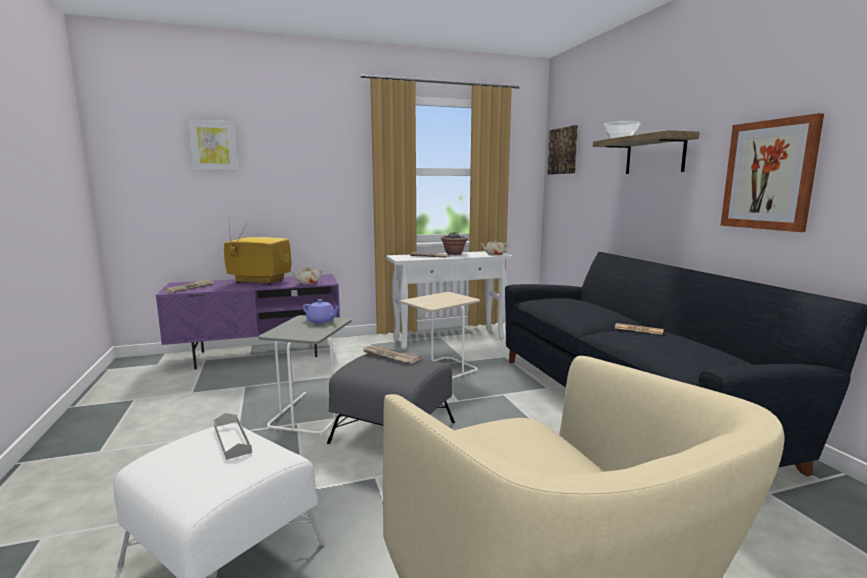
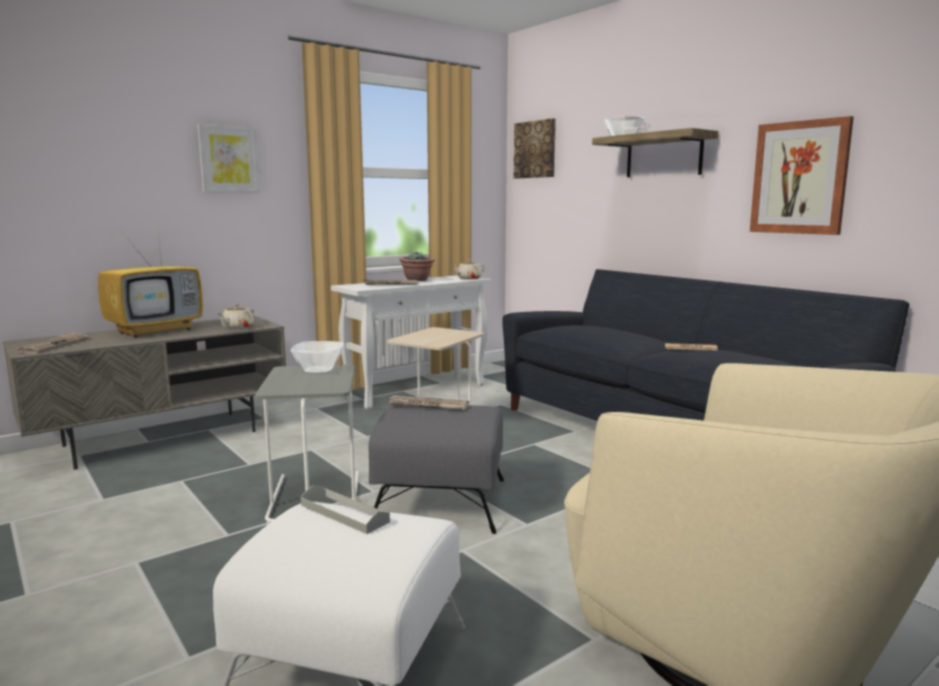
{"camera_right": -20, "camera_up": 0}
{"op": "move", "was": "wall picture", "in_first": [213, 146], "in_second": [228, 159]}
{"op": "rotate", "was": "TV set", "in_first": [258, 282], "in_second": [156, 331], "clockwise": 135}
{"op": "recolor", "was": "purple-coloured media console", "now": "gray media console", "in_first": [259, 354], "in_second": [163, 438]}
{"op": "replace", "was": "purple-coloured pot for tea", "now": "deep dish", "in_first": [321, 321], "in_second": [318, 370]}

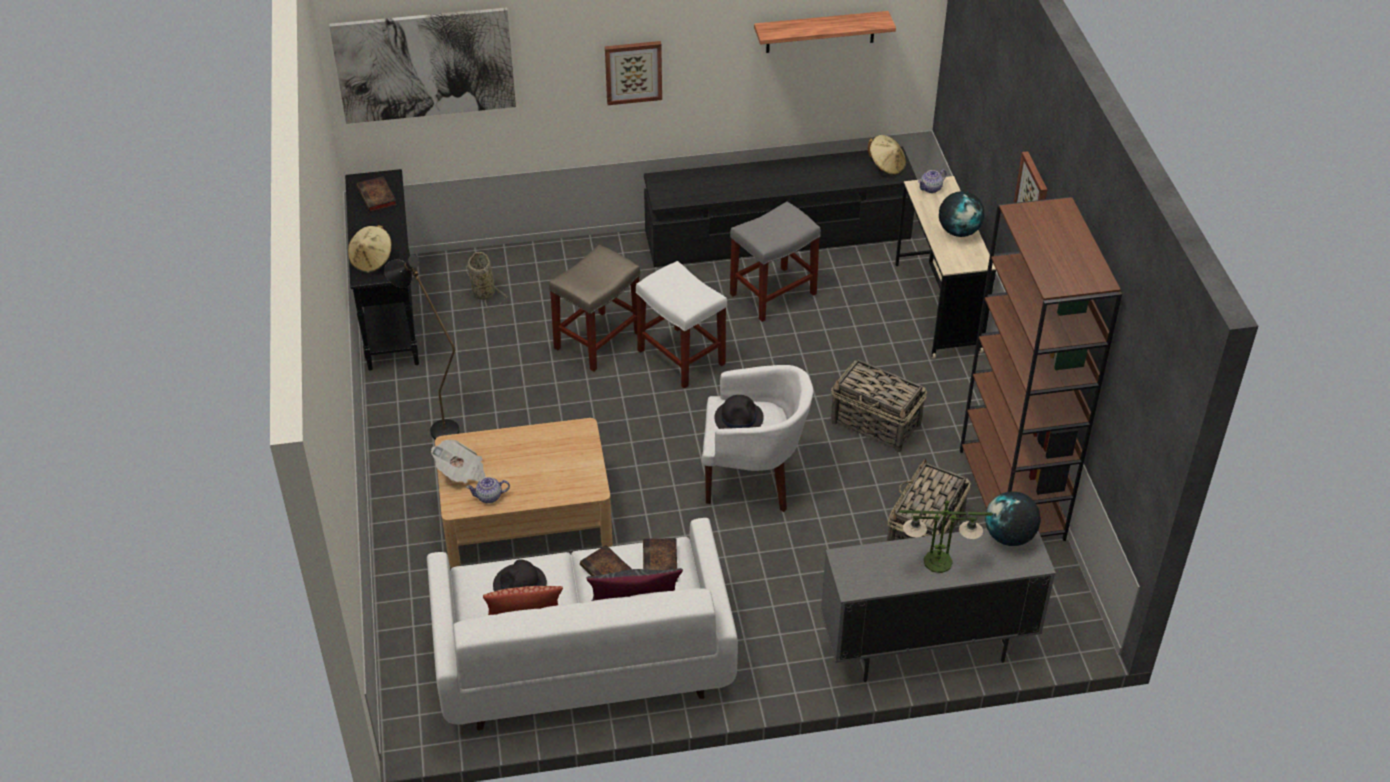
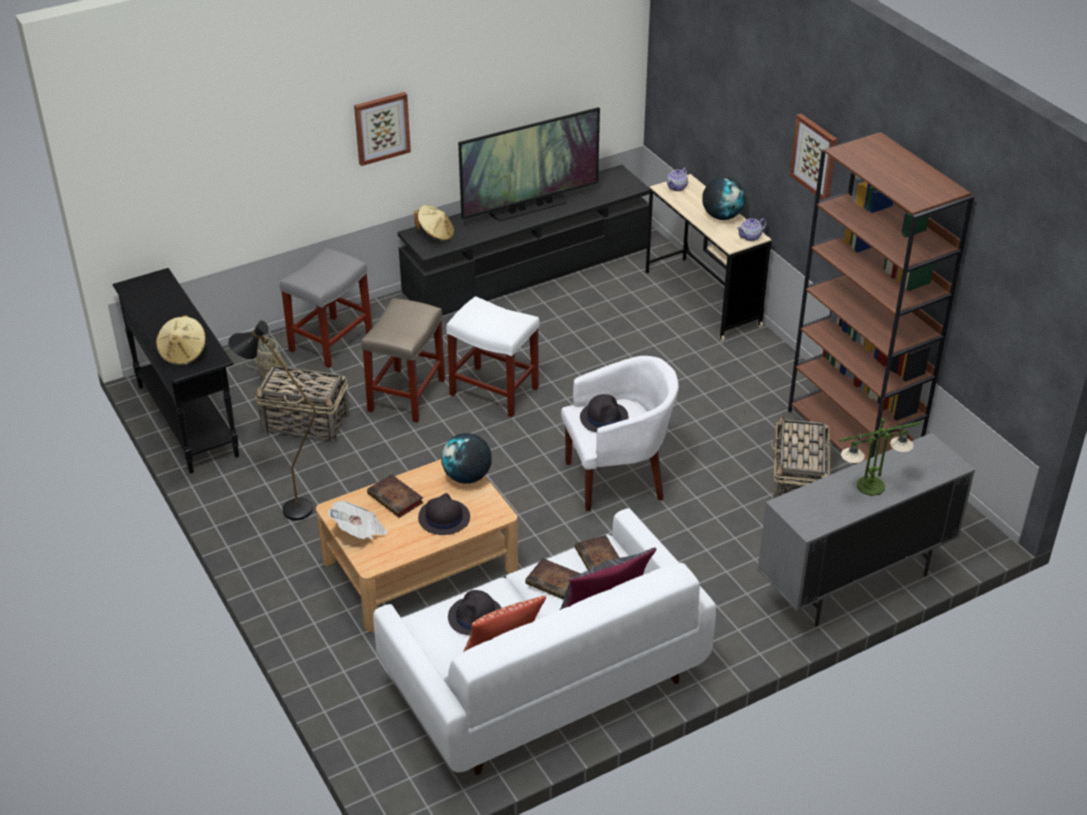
{"camera_right": -20, "camera_up": -5}
{"op": "delete", "was": "wall picture", "in_first": [425, 65]}
{"op": "delete", "was": "shelf", "in_first": [820, 32]}
{"op": "move", "was": "beige wearable hat", "in_first": [886, 166], "in_second": [436, 235]}
{"op": "move", "was": "bound book", "in_first": [377, 197], "in_second": [396, 499]}
{"op": "move", "was": "gray stool", "in_first": [772, 294], "in_second": [330, 342]}
{"op": "move", "was": "household basket", "in_first": [876, 424], "in_second": [306, 423]}
{"op": "move", "was": "pot for tea", "in_first": [489, 497], "in_second": [750, 237]}
{"op": "move", "was": "globe", "in_first": [1009, 536], "in_second": [467, 477]}
{"op": "insert", "now": "TV set", "in_second": [529, 208]}
{"op": "insert", "now": "blackish wearable hat", "in_second": [443, 518]}

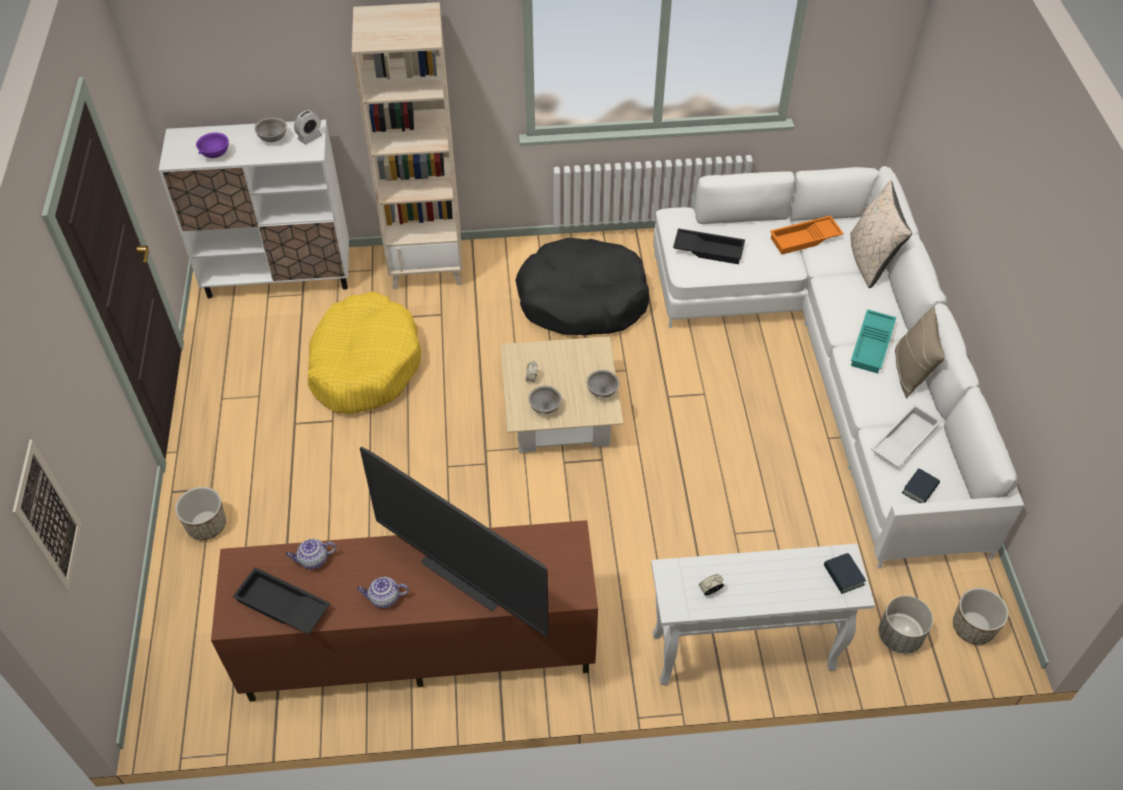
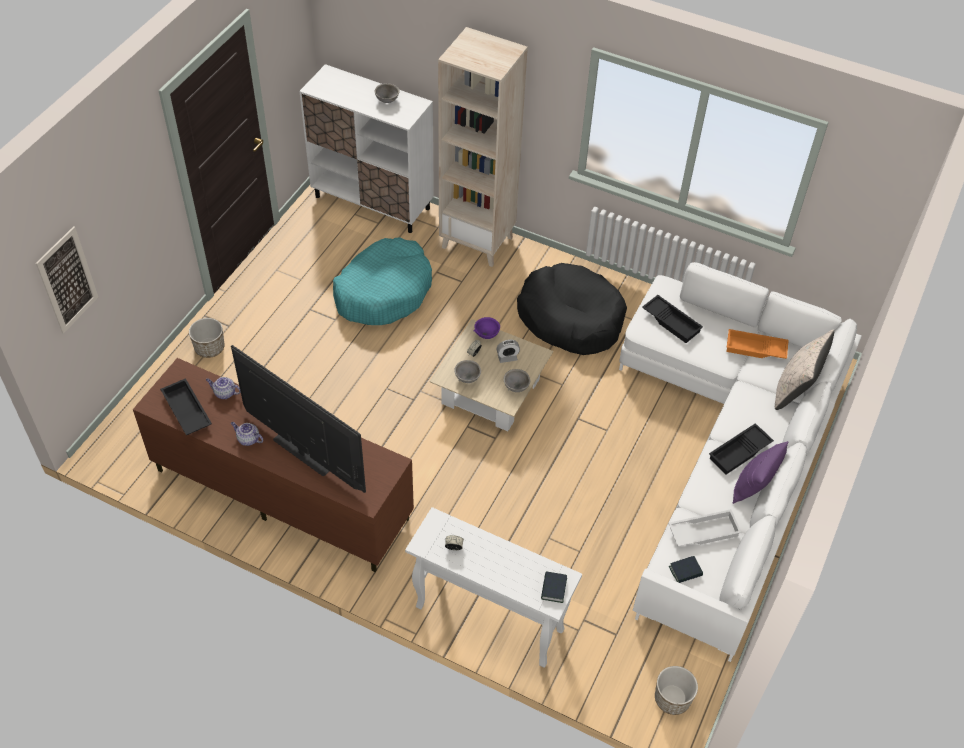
{"camera_right": 30, "camera_up": 0}
{"op": "move", "was": "bedside clock", "in_first": [310, 137], "in_second": [507, 357]}
{"op": "move", "was": "purple-coloured deep dish", "in_first": [215, 154], "in_second": [486, 334]}
{"op": "recolor", "was": "yellowish dog cushion", "now": "turquoise dog cushion", "in_first": [364, 364], "in_second": [383, 291]}
{"op": "recolor", "was": "beige cushion", "now": "purple-coloured cushion", "in_first": [910, 372], "in_second": [753, 486]}
{"op": "recolor", "was": "turquoise carrying tray", "now": "blackish carrying tray", "in_first": [872, 345], "in_second": [740, 453]}
{"op": "rotate", "was": "TV set", "in_first": [461, 580], "in_second": [302, 454], "clockwise": 150}
{"op": "delete", "was": "gray planter", "in_first": [899, 636]}

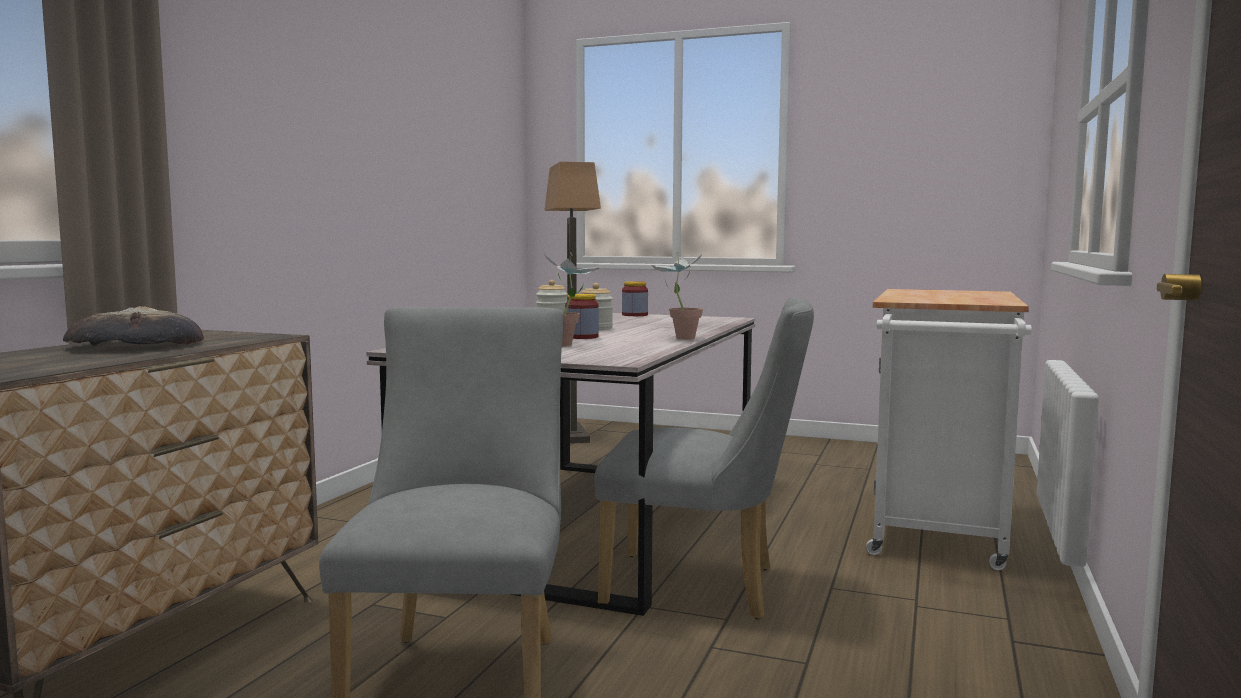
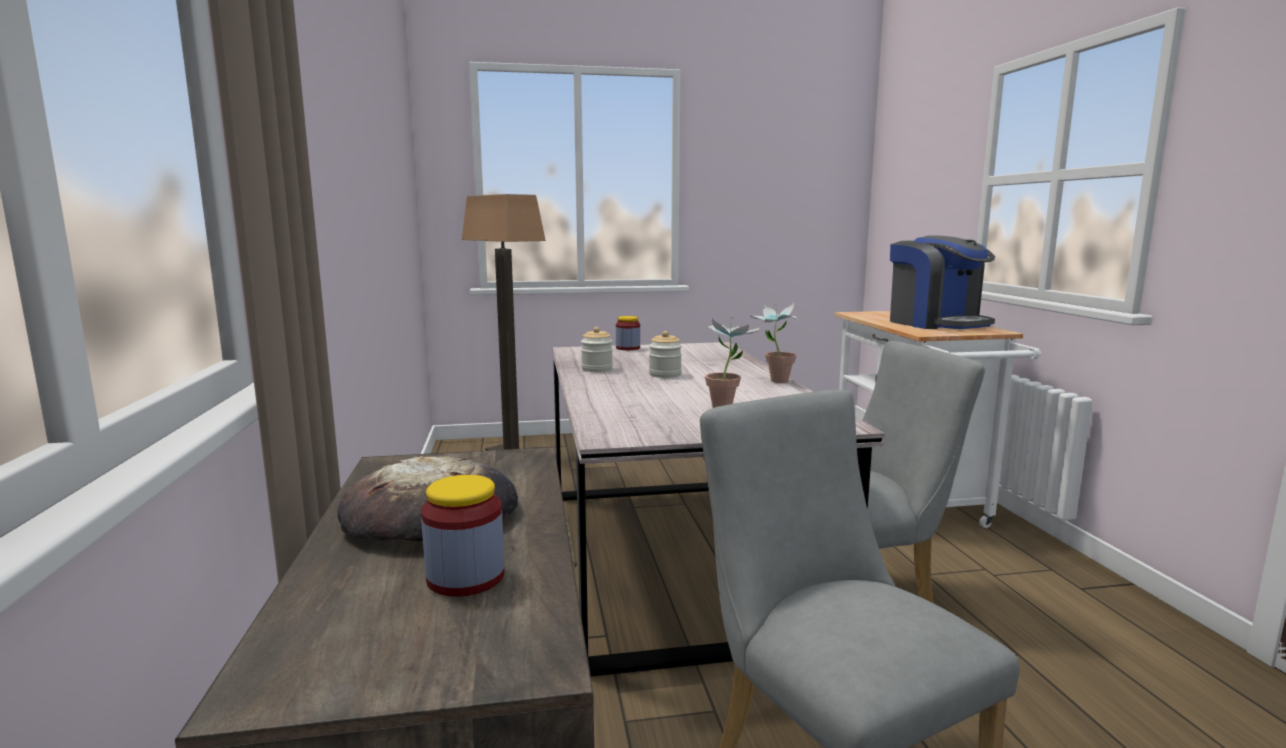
{"camera_right": -30, "camera_up": 5}
{"op": "move", "was": "preserve jar", "in_first": [581, 337], "in_second": [465, 577]}
{"op": "insert", "now": "coffee machine", "in_second": [936, 323]}

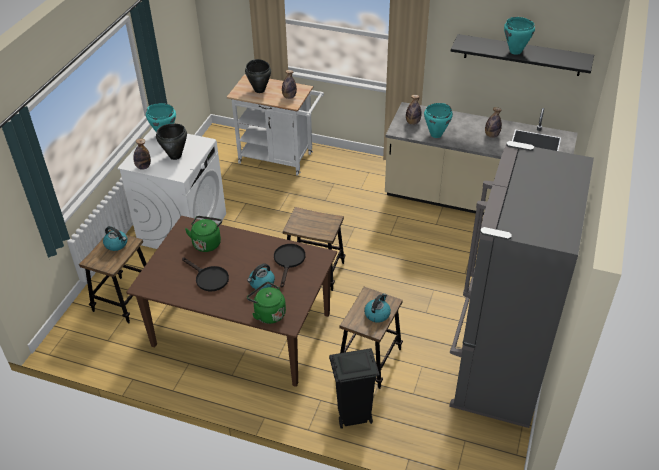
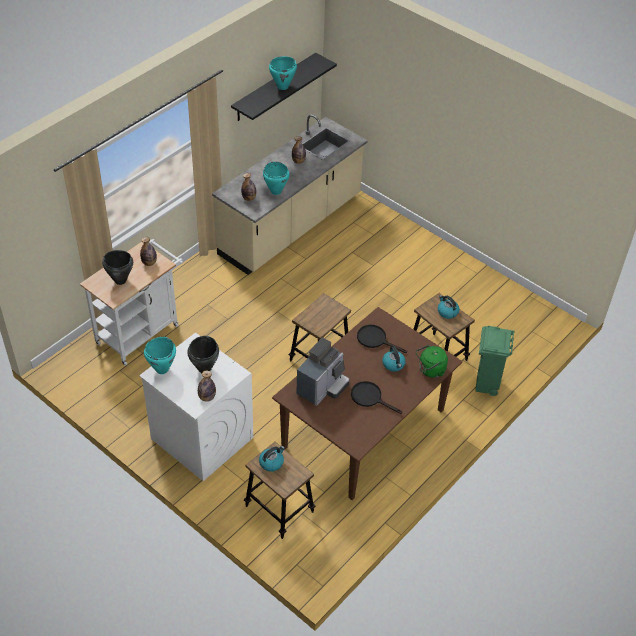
{"camera_right": -70, "camera_up": 5}
{"op": "delete", "was": "gray kitchen fridge", "in_first": [496, 369]}
{"op": "replace", "was": "green-coloured water kettle", "now": "coffee machine", "in_first": [207, 243], "in_second": [322, 387]}
{"op": "rotate", "was": "blackish skillet", "in_first": [208, 278], "in_second": [370, 397], "clockwise": -120}
{"op": "recolor", "was": "blackish rubbish bin", "now": "green-coloured rubbish bin", "in_first": [353, 416], "in_second": [486, 385]}

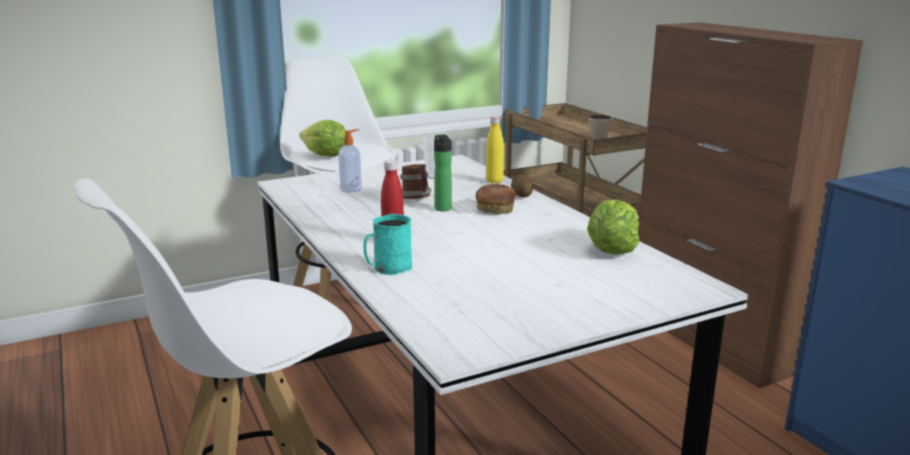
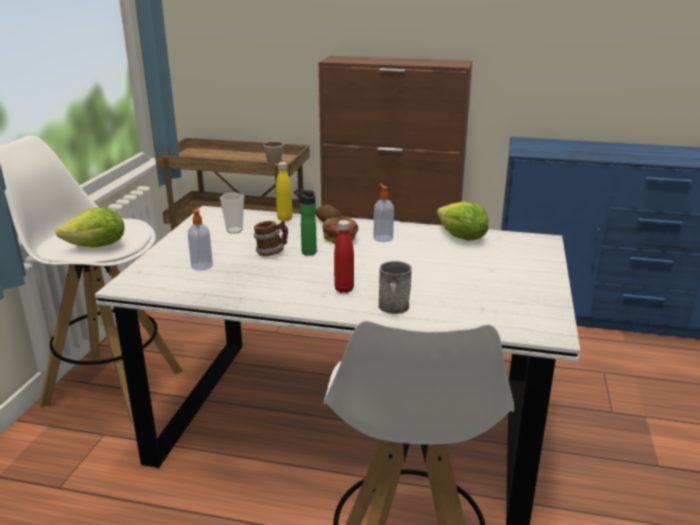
{"camera_right": -50, "camera_up": 5}
{"op": "recolor", "was": "turquoise mug", "now": "gray mug", "in_first": [388, 268], "in_second": [393, 308]}
{"op": "insert", "now": "soap dispenser", "in_second": [382, 238]}

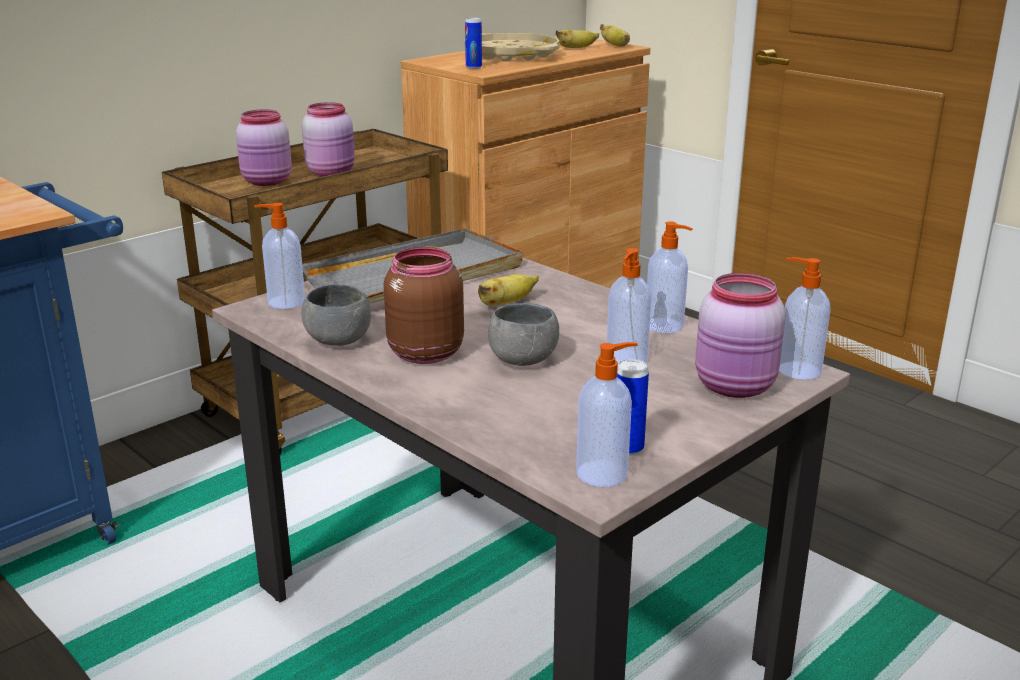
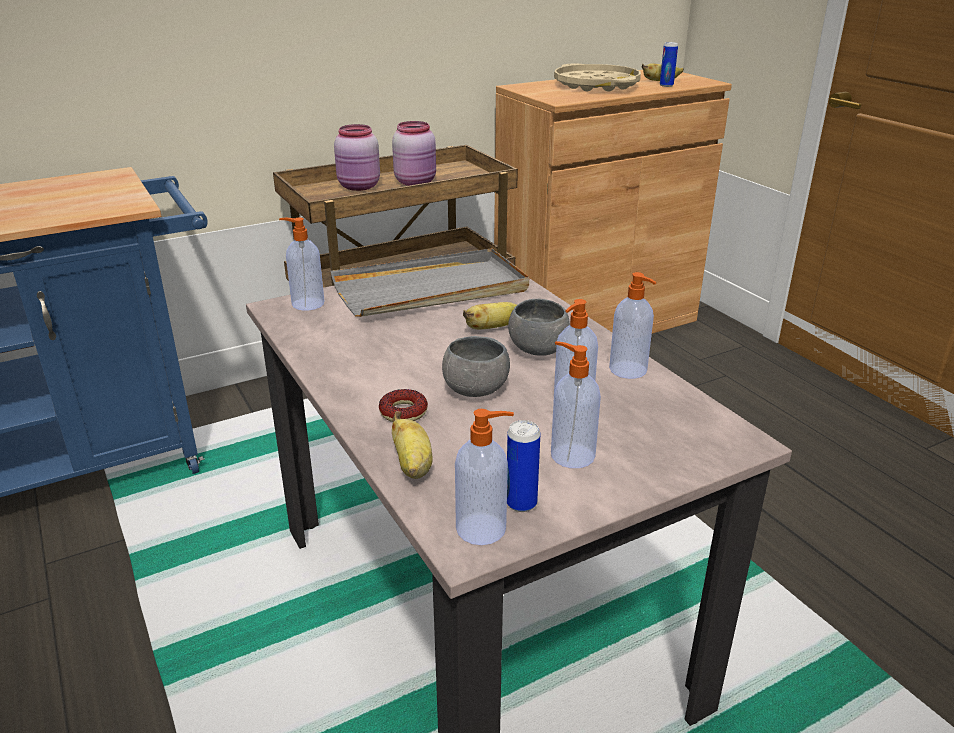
{"camera_right": 15, "camera_up": 5}
{"op": "move", "was": "metal can", "in_first": [473, 67], "in_second": [666, 85]}
{"op": "move", "was": "banana", "in_first": [616, 46], "in_second": [413, 465]}
{"op": "delete", "was": "brown preserve jar", "in_first": [423, 353]}
{"op": "move", "was": "soap dispenser", "in_first": [797, 370], "in_second": [571, 455]}
{"op": "delete", "was": "pink preserve jar", "in_first": [736, 387]}
{"op": "move", "was": "gray deep dish", "in_first": [338, 340], "in_second": [538, 349]}
{"op": "insert", "now": "ring doughnut", "in_second": [403, 412]}

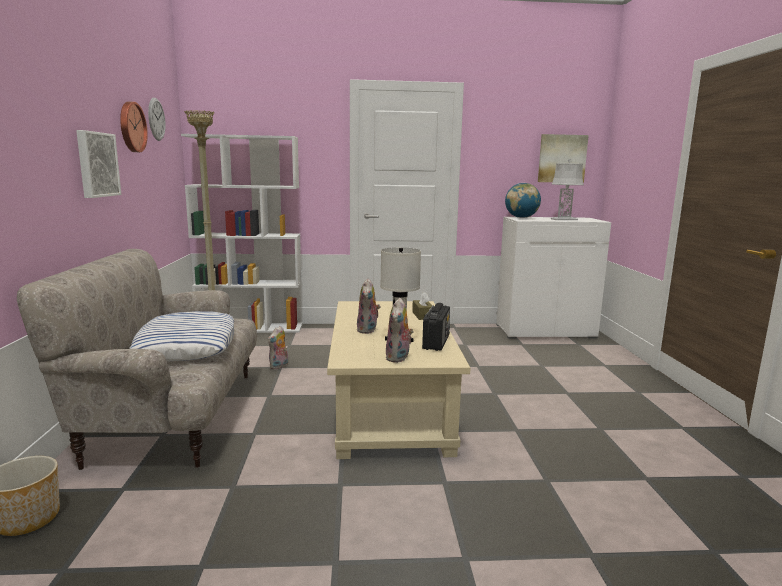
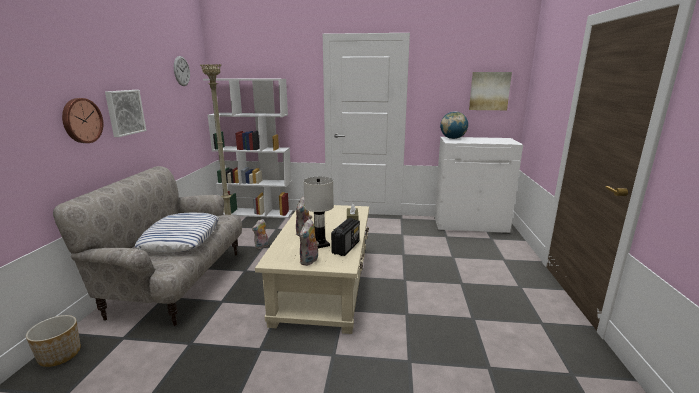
{"camera_right": 10, "camera_up": 5}
{"op": "move", "was": "wall clock", "in_first": [131, 127], "in_second": [81, 120]}
{"op": "delete", "was": "gray lamp for a table", "in_first": [564, 219]}

